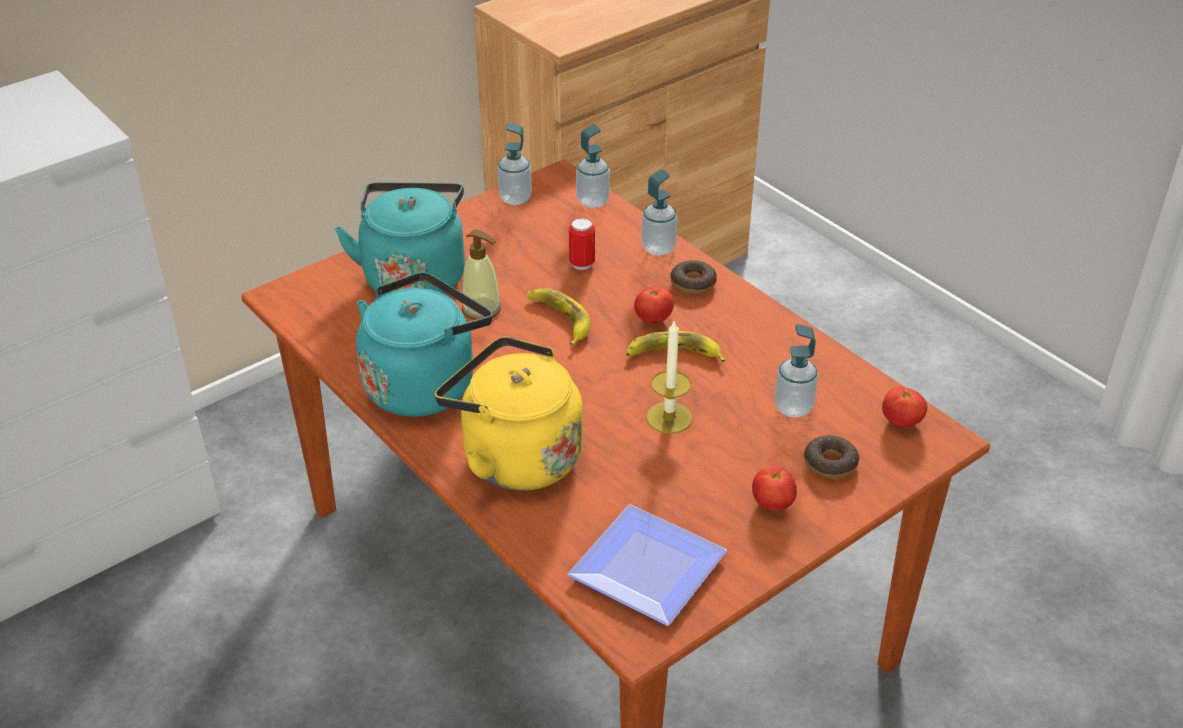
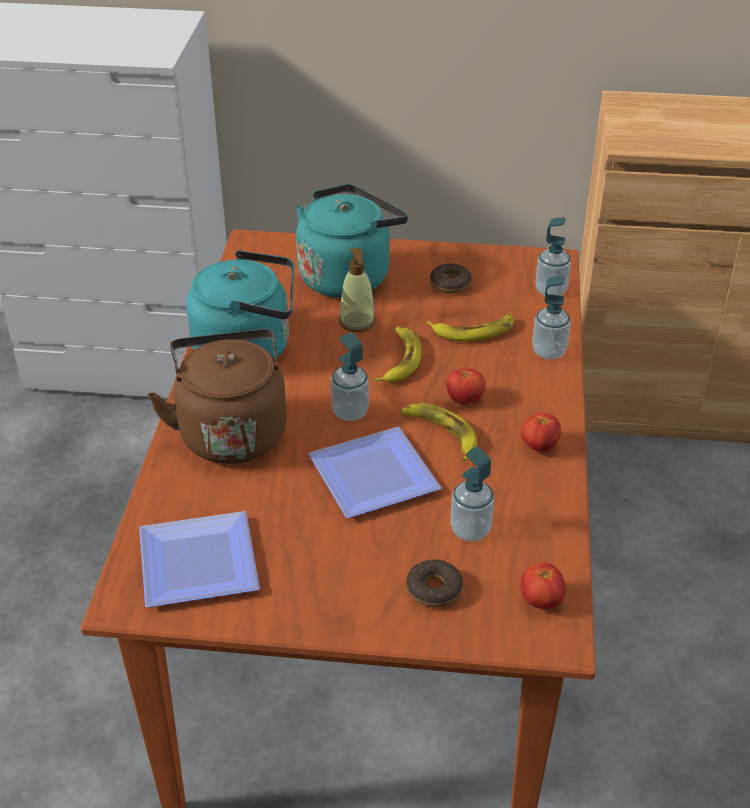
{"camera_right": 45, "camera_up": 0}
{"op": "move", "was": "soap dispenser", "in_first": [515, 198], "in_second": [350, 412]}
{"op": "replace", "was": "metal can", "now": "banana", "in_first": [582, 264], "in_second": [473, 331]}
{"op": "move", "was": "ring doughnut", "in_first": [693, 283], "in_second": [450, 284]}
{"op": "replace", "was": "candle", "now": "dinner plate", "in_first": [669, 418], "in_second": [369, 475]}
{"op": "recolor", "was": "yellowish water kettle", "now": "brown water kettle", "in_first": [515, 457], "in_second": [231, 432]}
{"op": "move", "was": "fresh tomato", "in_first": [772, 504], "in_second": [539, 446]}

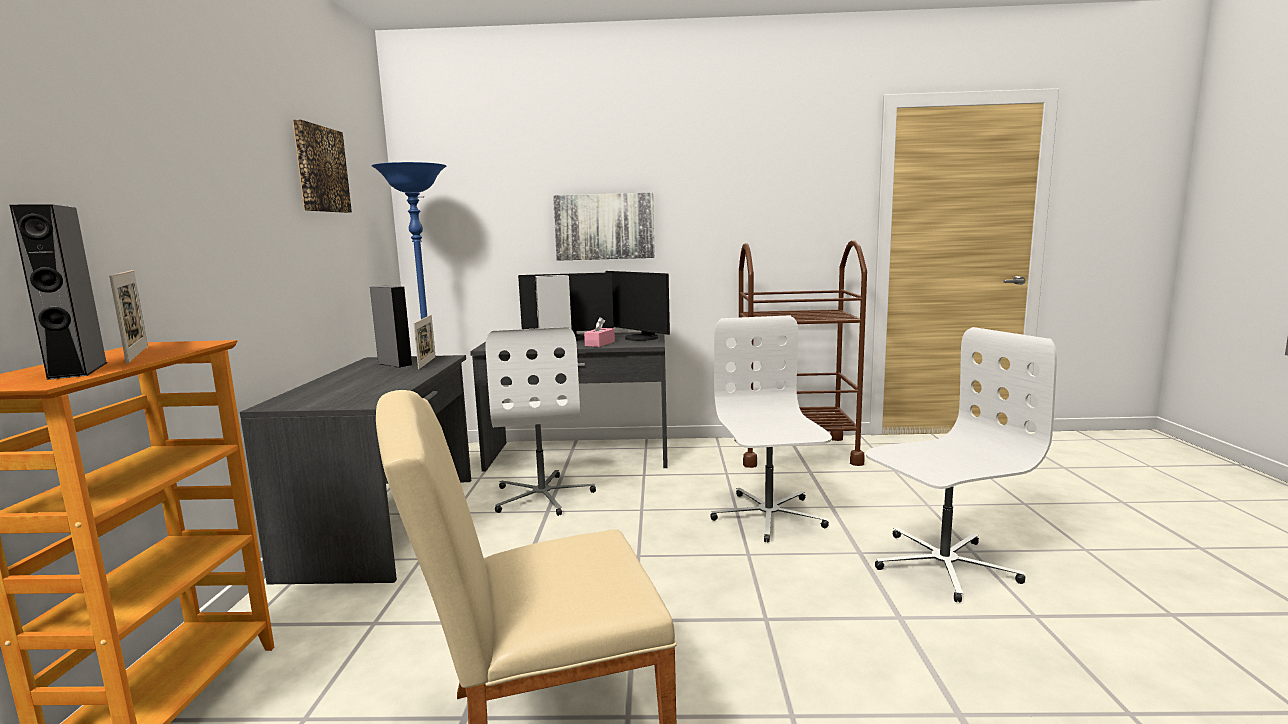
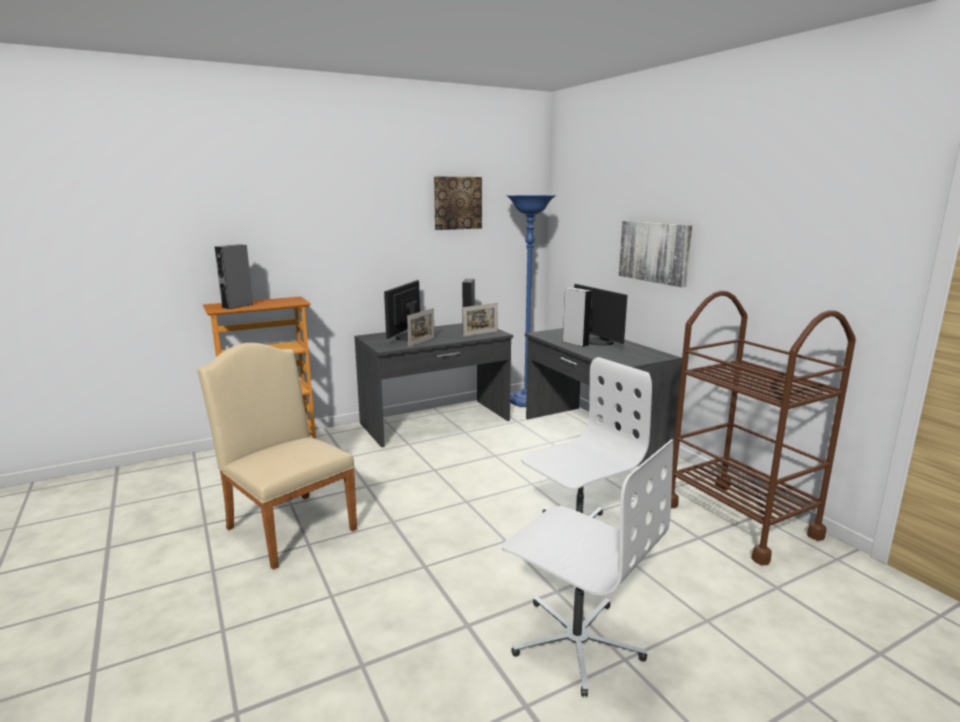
{"camera_right": 60, "camera_up": 5}
{"op": "move", "was": "standing frame", "in_first": [137, 354], "in_second": [421, 342]}
{"op": "move", "was": "computer display", "in_first": [640, 338], "in_second": [407, 337]}
{"op": "delete", "was": "pink tissue box", "in_first": [600, 344]}
{"op": "delete", "was": "whitish desk chair", "in_first": [543, 496]}

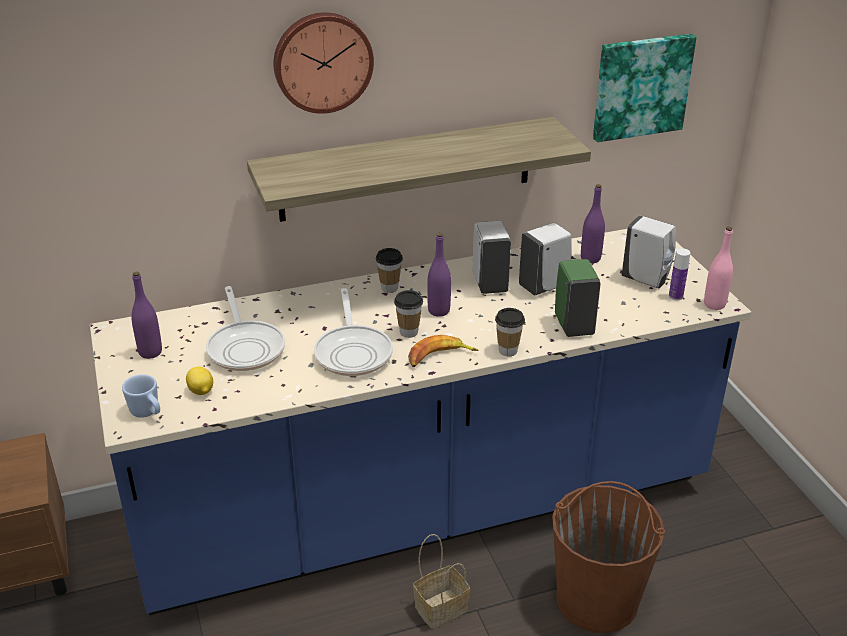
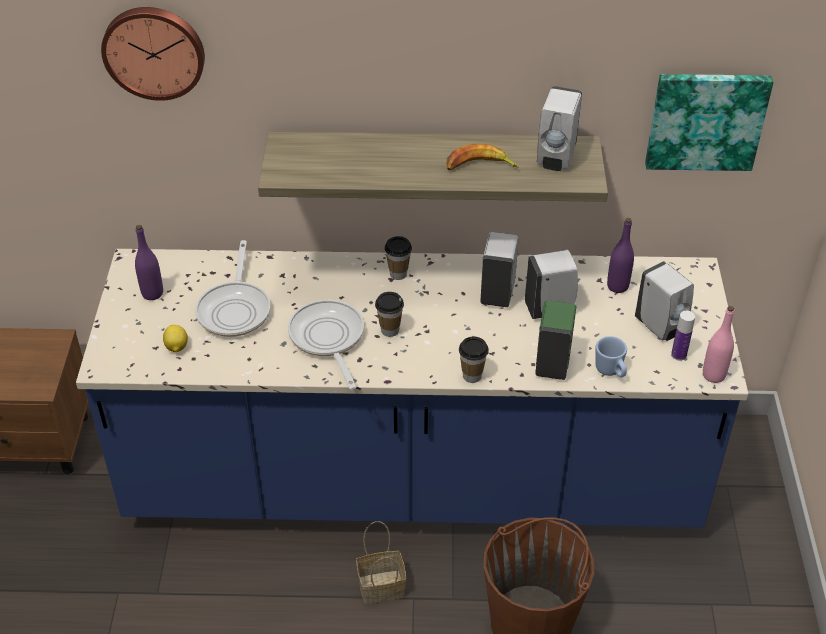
{"camera_right": 20, "camera_up": 10}
{"op": "move", "was": "wall clock", "in_first": [322, 61], "in_second": [154, 51]}
{"op": "delete", "was": "purple-coloured drink bottle", "in_first": [438, 311]}
{"op": "rotate", "was": "skillet", "in_first": [353, 352], "in_second": [328, 339], "clockwise": 150}
{"op": "move", "was": "banana", "in_first": [439, 357], "in_second": [479, 166]}
{"op": "move", "was": "blue mug", "in_first": [147, 413], "in_second": [611, 372]}
{"op": "insert", "now": "whitish soap dispenser", "in_second": [555, 159]}

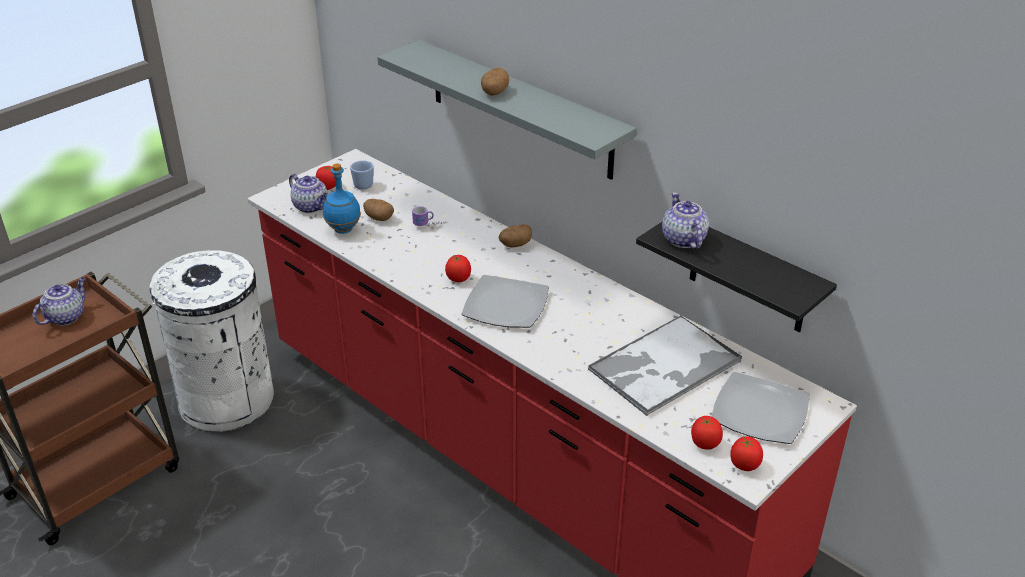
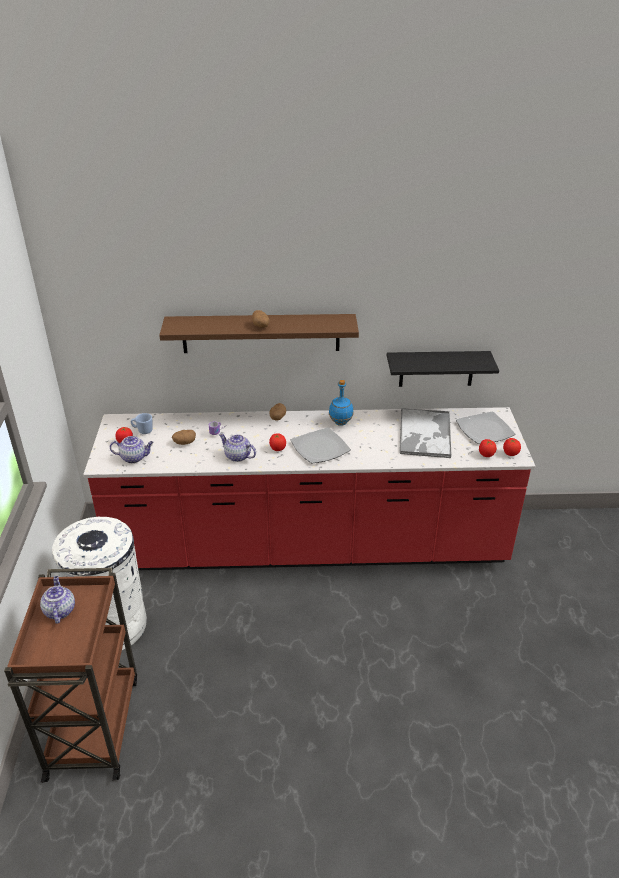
{"camera_right": -45, "camera_up": 0}
{"op": "recolor", "was": "gray shelf", "now": "brown shelf", "in_first": [519, 109], "in_second": [261, 333]}
{"op": "move", "was": "blue drink bottle", "in_first": [343, 229], "in_second": [340, 423]}
{"op": "move", "was": "pot for tea", "in_first": [683, 240], "in_second": [238, 456]}

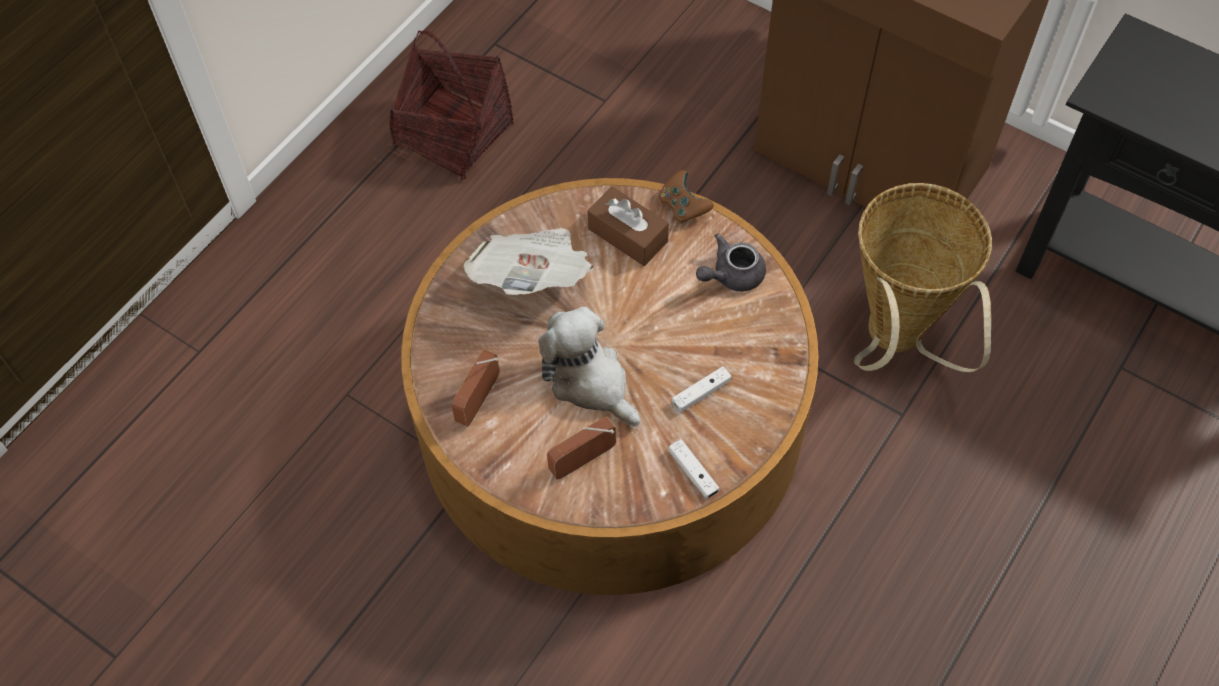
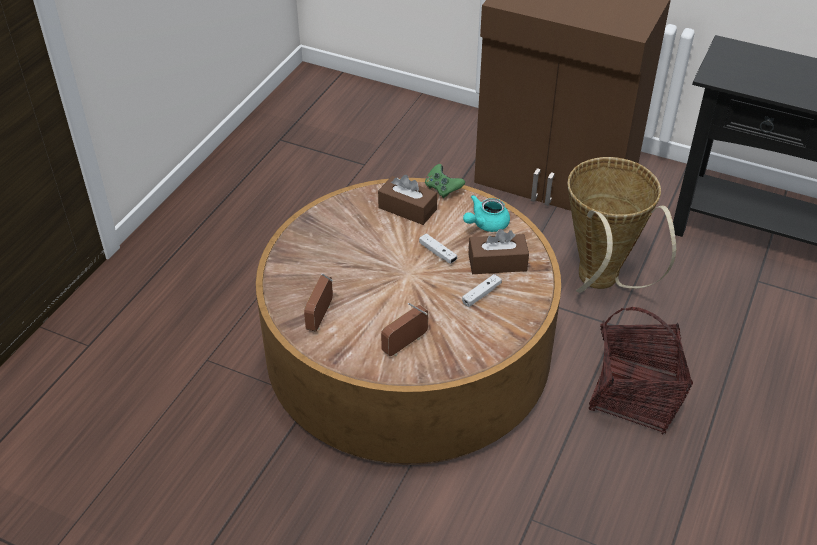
{"camera_right": -10, "camera_up": -15}
{"op": "move", "was": "household basket", "in_first": [454, 135], "in_second": [635, 396]}
{"op": "recolor", "was": "brown gamepad", "now": "green-coloured gamepad", "in_first": [683, 206], "in_second": [442, 189]}
{"op": "delete", "was": "printed paper", "in_first": [533, 278]}
{"op": "recolor", "was": "gray pot for tea", "now": "turquoise pot for tea", "in_first": [731, 275], "in_second": [486, 224]}
{"op": "delete", "was": "plush toy", "in_first": [590, 381]}
{"op": "move", "was": "whitish gamepad", "in_first": [693, 472], "in_second": [437, 253]}
{"op": "insert", "now": "brown tissue box", "in_second": [497, 263]}

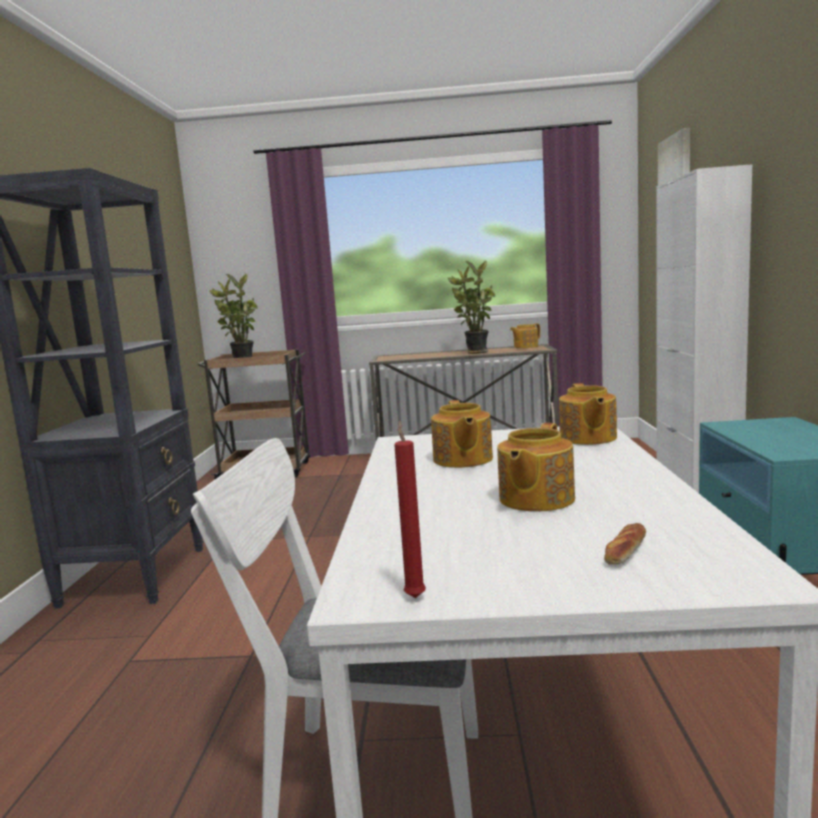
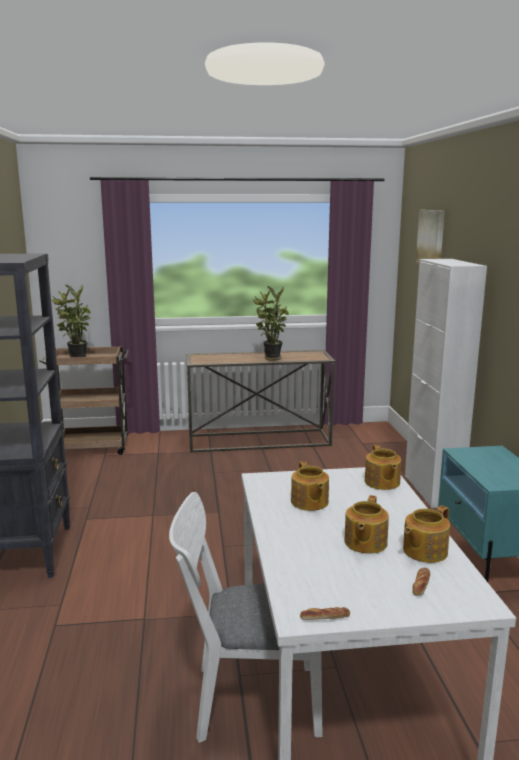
{"camera_right": -10, "camera_up": 5}
{"op": "move", "was": "pot for tea", "in_first": [525, 346], "in_second": [423, 551]}
{"op": "replace", "was": "red-coloured candle", "now": "bakery bread", "in_first": [415, 596], "in_second": [325, 617]}

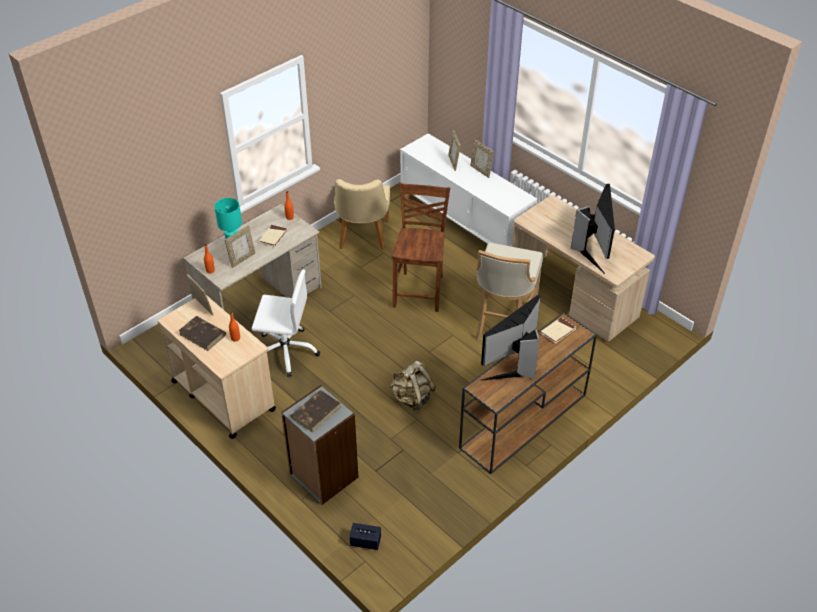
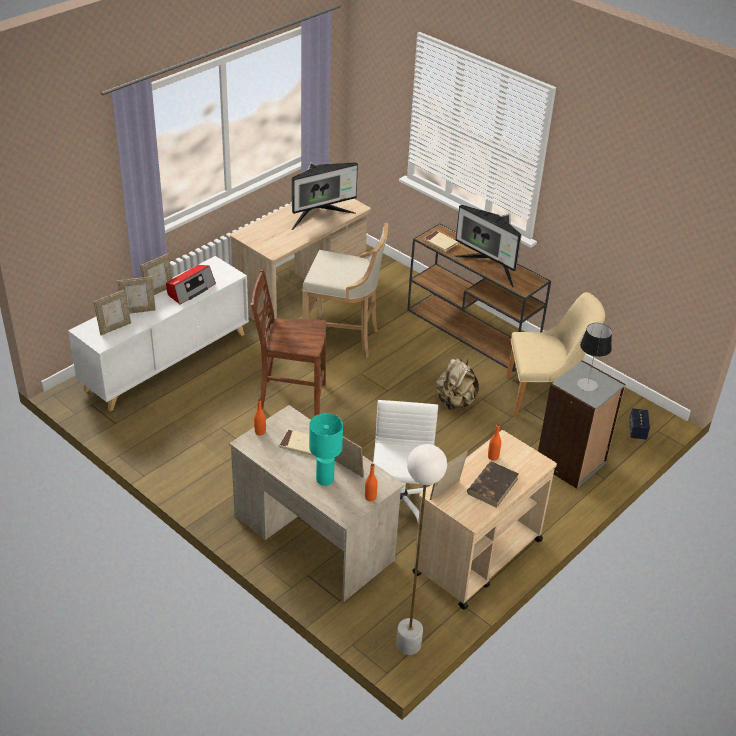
{"camera_right": -95, "camera_up": -5}
{"op": "move", "was": "beige plain chair", "in_first": [362, 238], "in_second": [544, 396]}
{"op": "rotate", "was": "computer display", "in_first": [592, 249], "in_second": [320, 216], "clockwise": 150}
{"op": "replace", "was": "brown bound book", "now": "lamp for a table", "in_first": [316, 412], "in_second": [587, 385]}
{"op": "insert", "now": "radio", "in_second": [190, 290]}
{"op": "insert", "now": "standing frame", "in_second": [114, 328]}
{"op": "insert", "now": "whitish standing lamp", "in_second": [408, 644]}

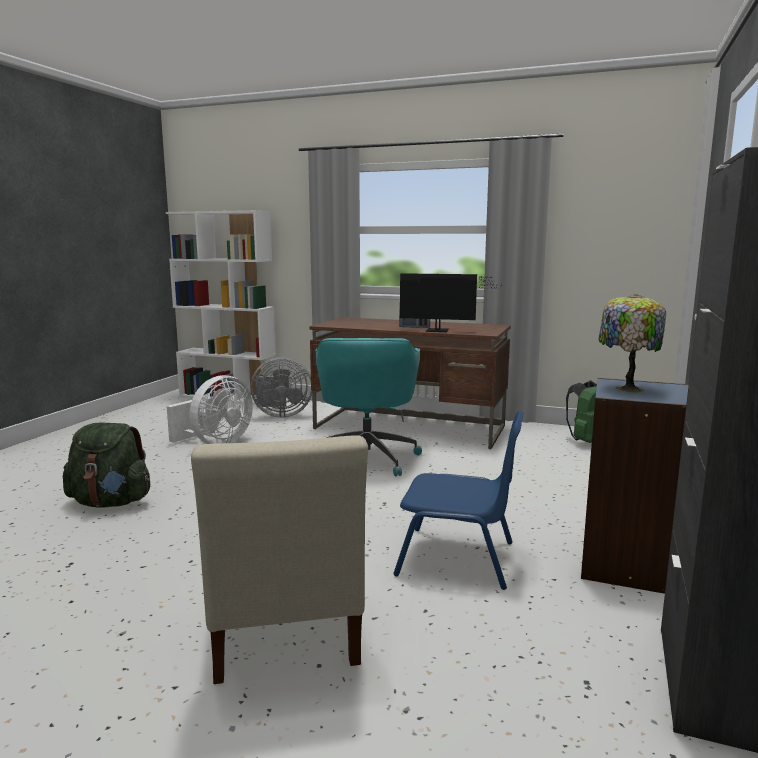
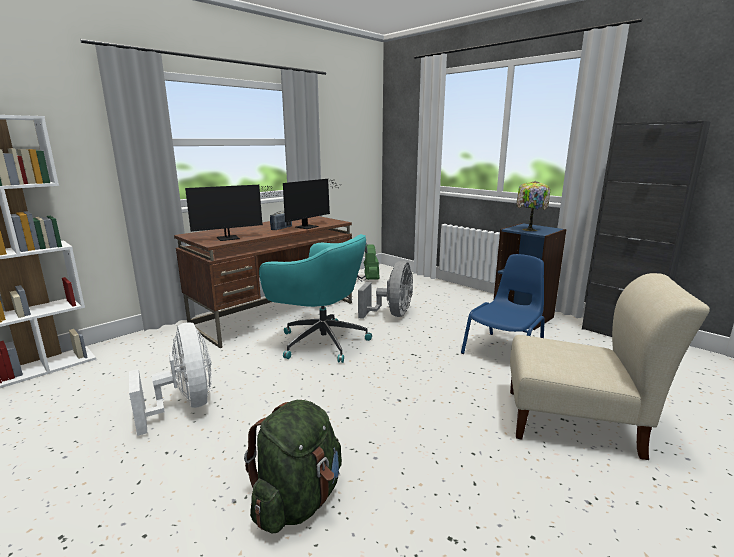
{"camera_right": -65, "camera_up": 5}
{"op": "move", "was": "gray cooling fan", "in_first": [280, 415], "in_second": [392, 314]}
{"op": "insert", "now": "computer display", "in_second": [232, 238]}

